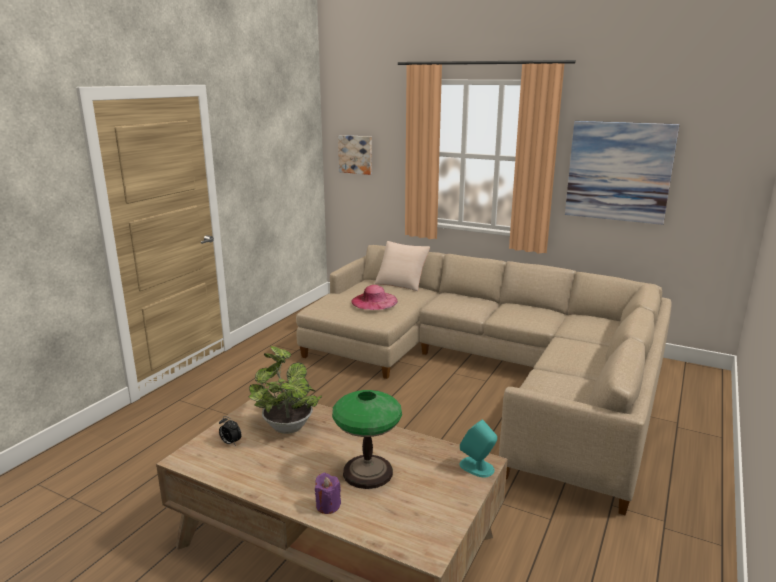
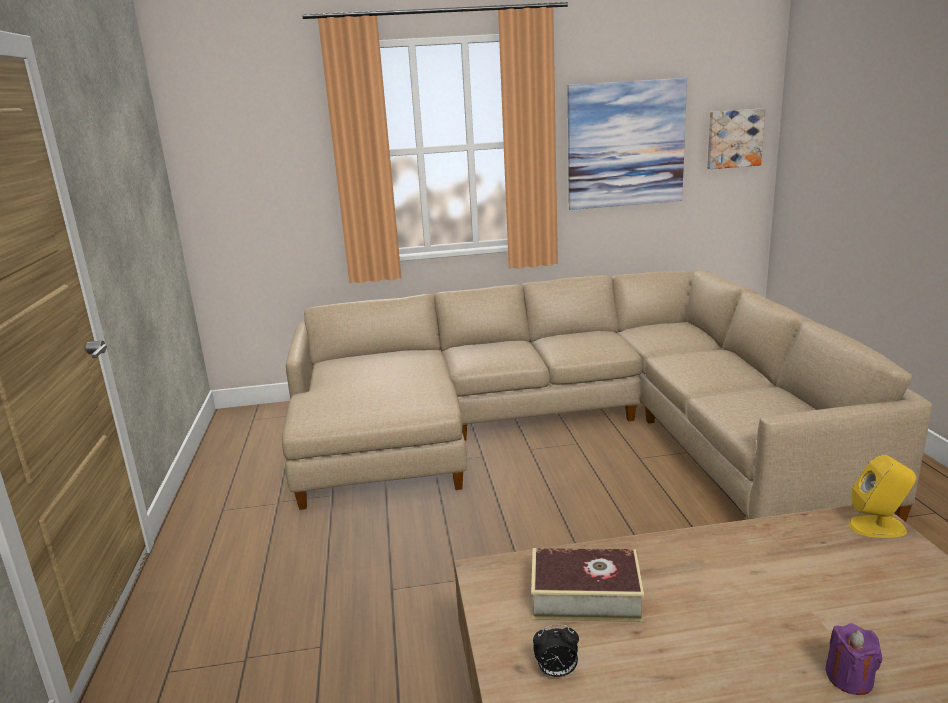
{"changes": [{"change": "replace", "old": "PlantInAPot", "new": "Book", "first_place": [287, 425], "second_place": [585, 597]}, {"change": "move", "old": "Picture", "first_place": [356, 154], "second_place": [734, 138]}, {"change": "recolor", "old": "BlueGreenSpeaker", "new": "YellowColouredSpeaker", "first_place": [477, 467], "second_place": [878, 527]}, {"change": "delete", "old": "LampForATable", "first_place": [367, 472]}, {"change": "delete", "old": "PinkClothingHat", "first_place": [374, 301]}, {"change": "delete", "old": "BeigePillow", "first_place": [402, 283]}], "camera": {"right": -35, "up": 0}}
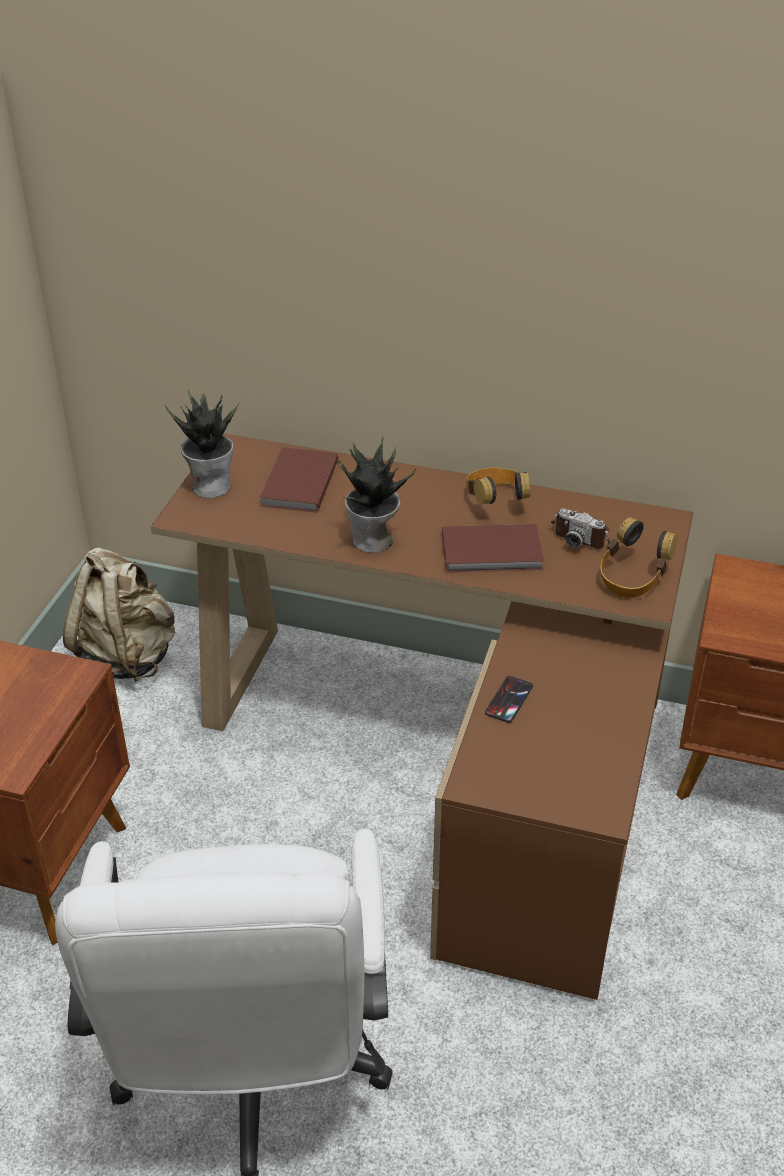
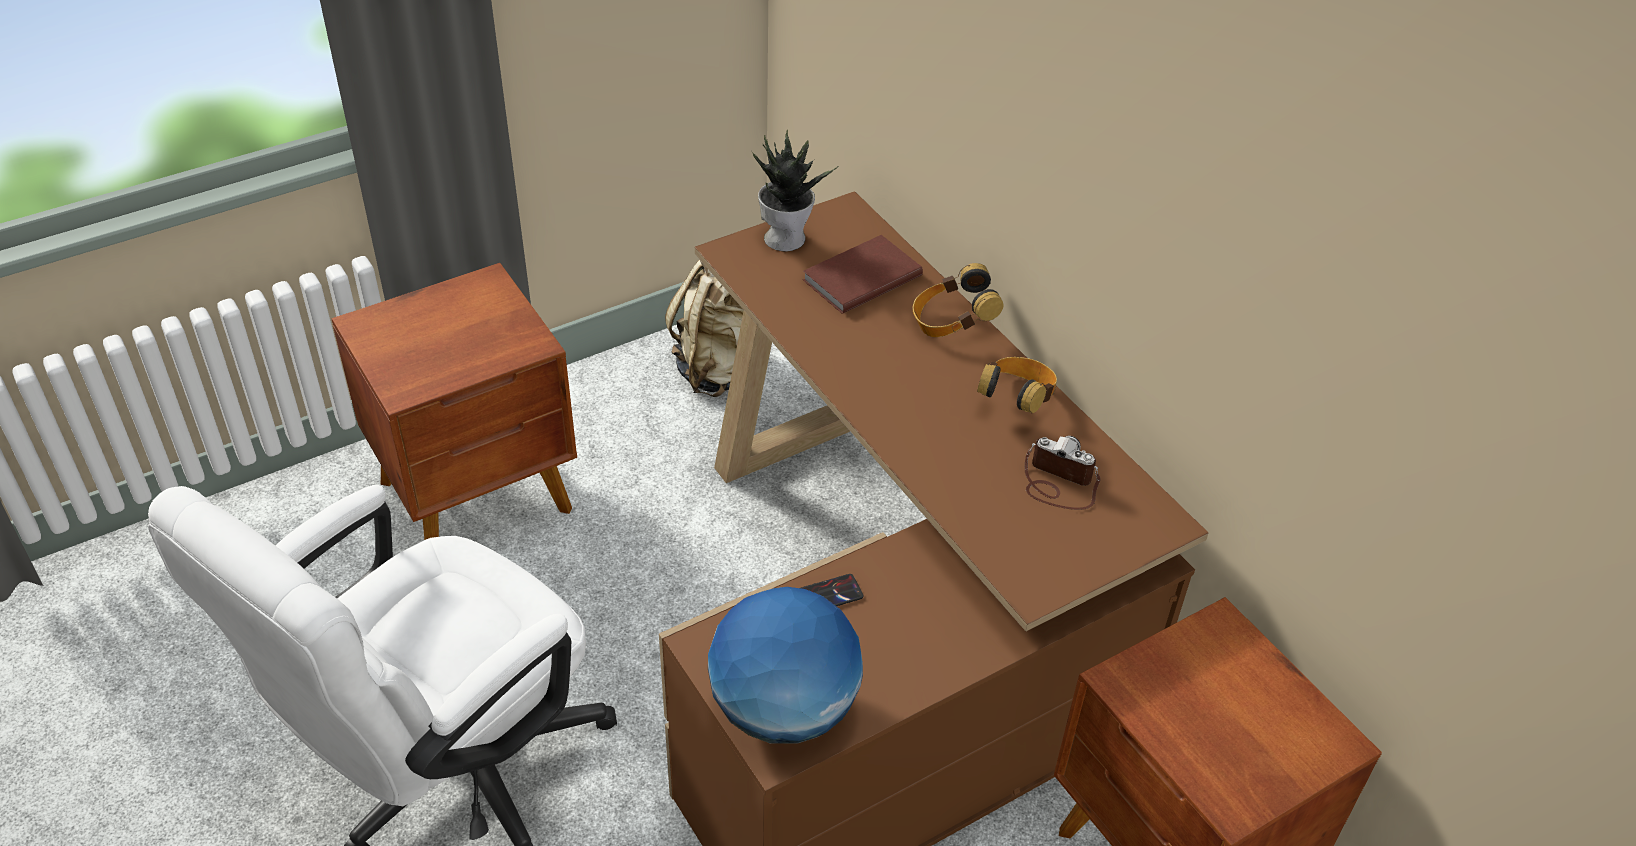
{"changes": [{"change": "insert", "new": "Globe", "second_place": [783, 710]}, {"change": "move", "old": "Headphones", "first_place": [632, 579], "second_place": [951, 323]}, {"change": "rotate", "old": "PhotoCamera", "first_place": [582, 534], "second_place": [1058, 483], "degrees": 135}, {"change": "delete", "old": "PlantInAPot", "first_place": [373, 541]}, {"change": "delete", "old": "BrownBook", "first_place": [493, 553]}], "camera": {"right": 40, "up": 5}}
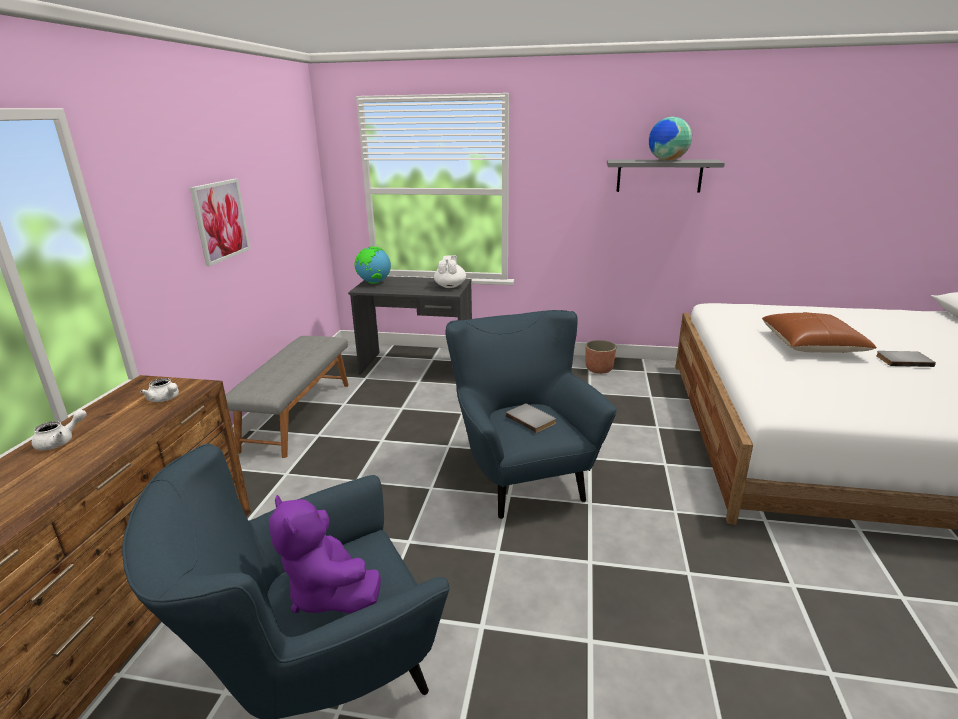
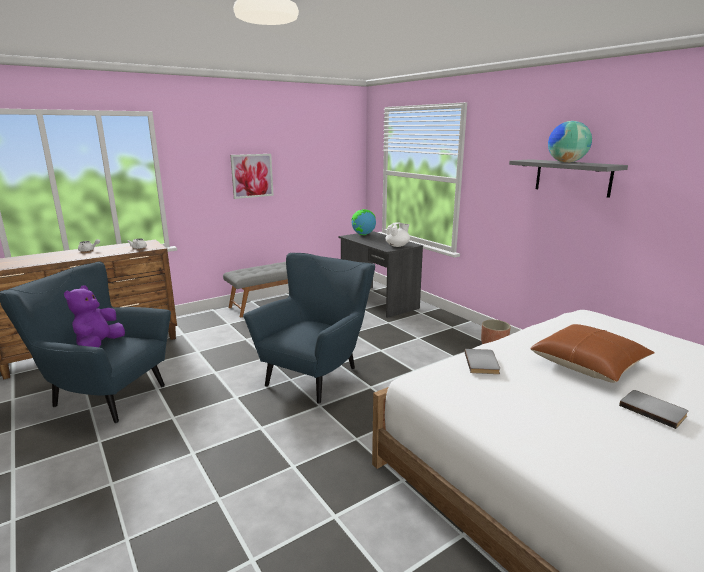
{"changes": [{"change": "move", "old": "GreyishBook", "first_place": [532, 419], "second_place": [483, 363]}], "camera": {"right": 45, "up": -5}}
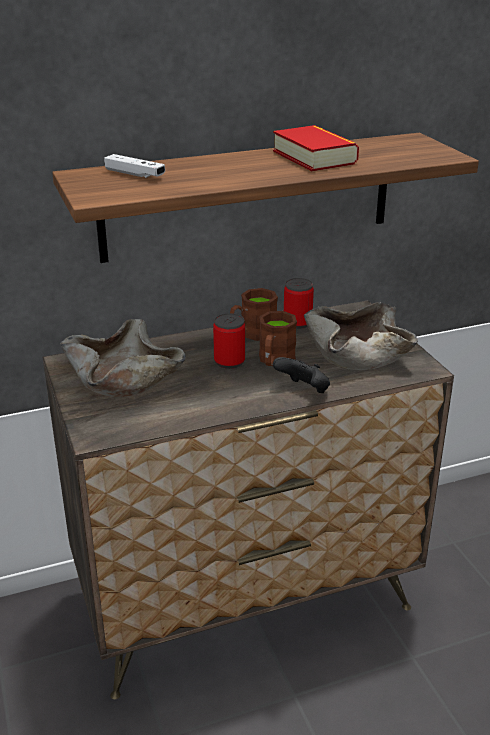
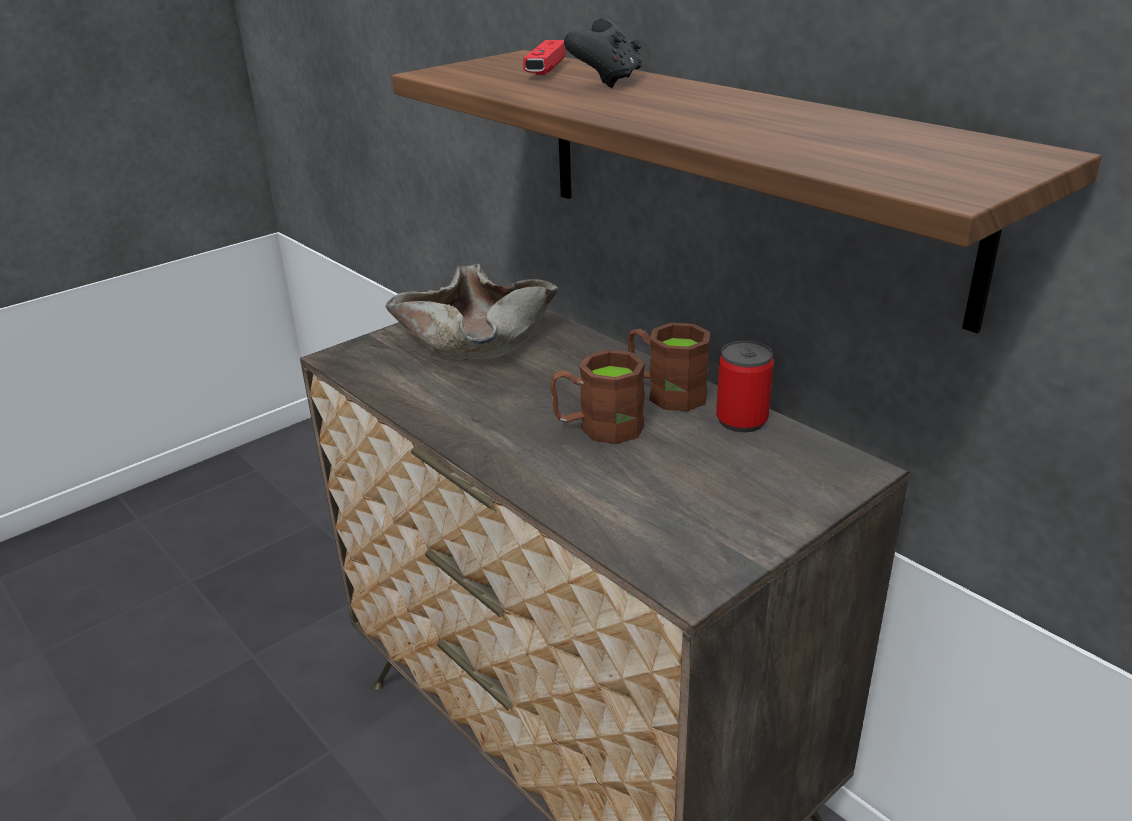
{"changes": [{"change": "recolor", "old": "WhitishJoypad", "new": "RedJoypad", "first_place": [135, 174], "second_place": [546, 69]}, {"change": "move", "old": "BlackishJoypad", "first_place": [303, 390], "second_place": [607, 82]}, {"change": "delete", "old": "SealedCan", "first_place": [229, 361]}, {"change": "delete", "old": "Book", "first_place": [314, 157]}, {"change": "delete", "old": "BeigeDeepDish", "first_place": [356, 353]}], "camera": {"right": 70, "up": 0}}
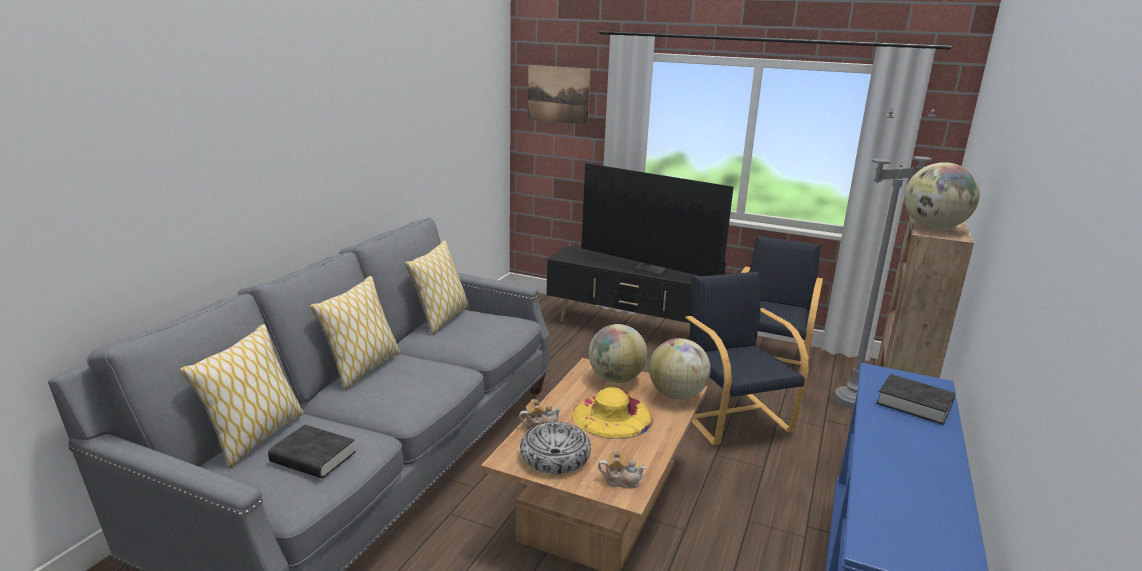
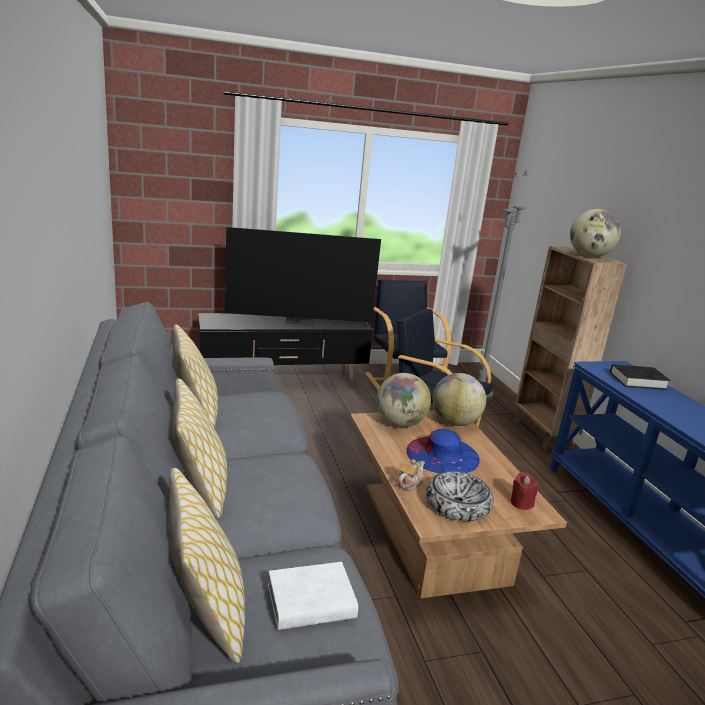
{"changes": [{"change": "recolor", "old": "BlackishBook", "new": "WhitishBook", "first_place": [313, 457], "second_place": [311, 602]}, {"change": "recolor", "old": "YellowColouredClothingHat", "new": "BluishClothingHat", "first_place": [612, 416], "second_place": [442, 454]}, {"change": "replace", "old": "Teapot", "new": "RedCandle", "first_place": [621, 480], "second_place": [521, 503]}, {"change": "delete", "old": "Picture", "first_place": [558, 94]}], "camera": {"right": -40, "up": 0}}
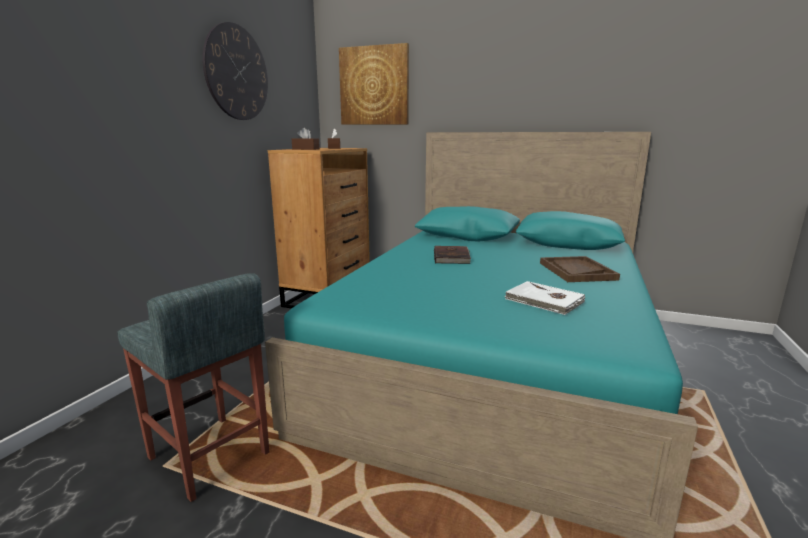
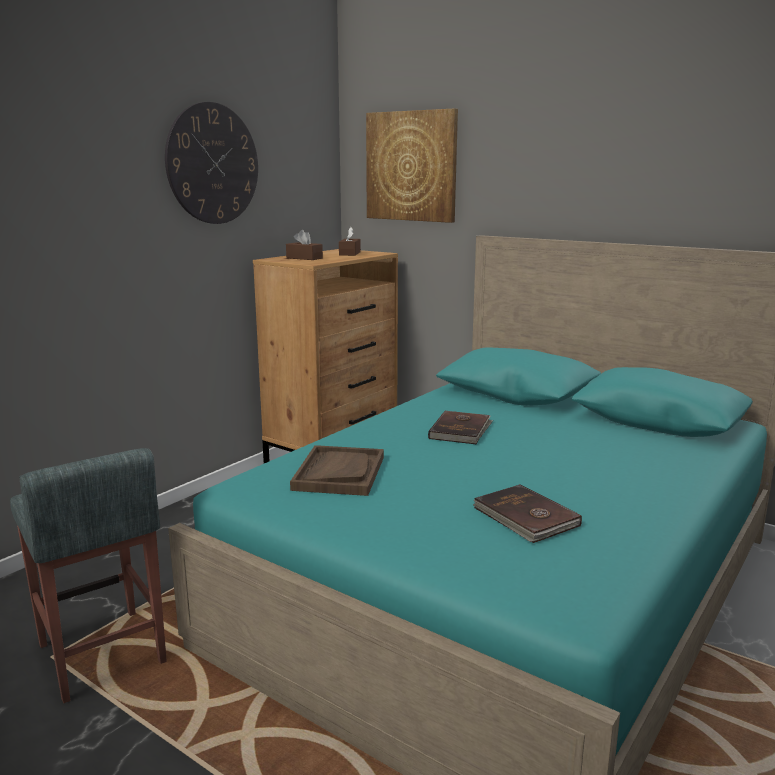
{"changes": [{"change": "move", "old": "BrownServingTray", "first_place": [576, 271], "second_place": [339, 473]}, {"change": "recolor", "old": "WhitishBook", "new": "BrownBook", "first_place": [544, 301], "second_place": [525, 517]}], "camera": {"right": 15, "up": 0}}
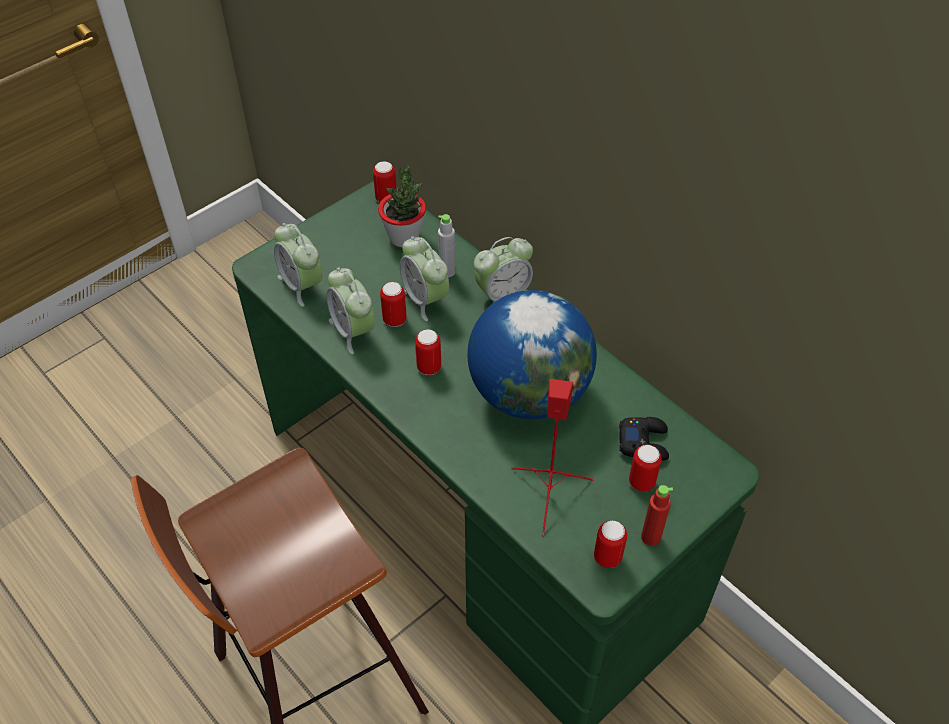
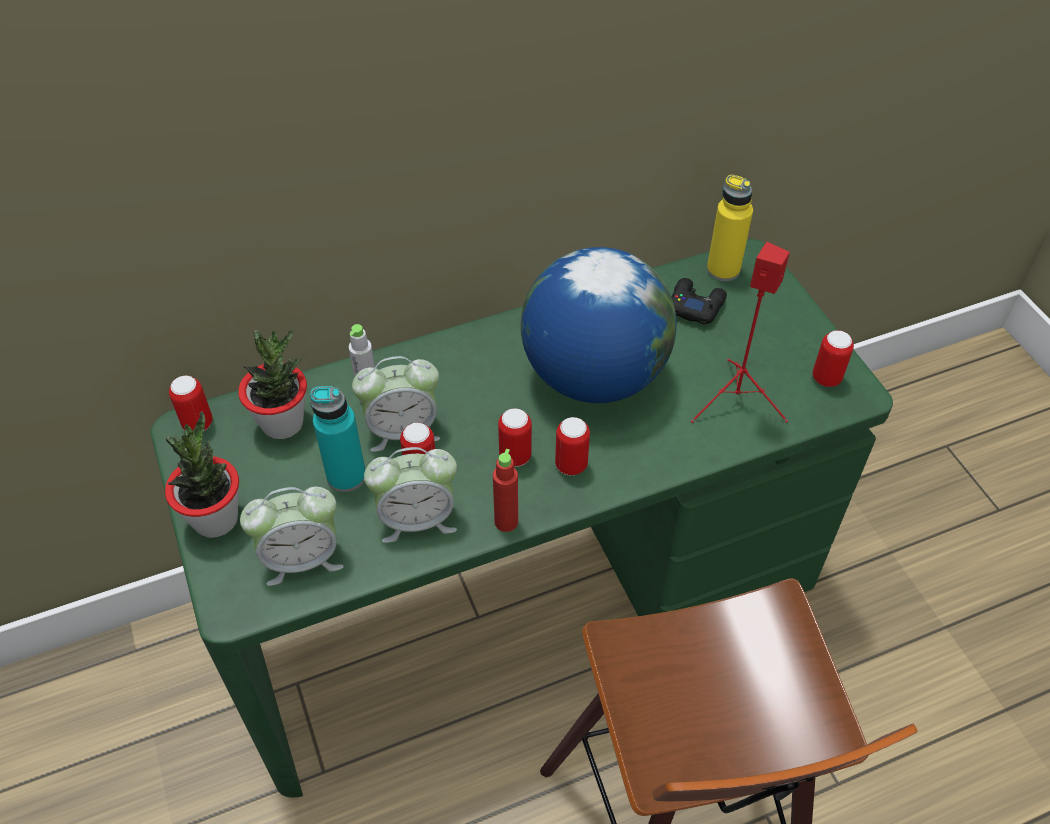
{"changes": [{"change": "insert", "new": "PlantInAPot", "second_place": [216, 519]}, {"change": "insert", "new": "BlueGreenBeverageBottle", "second_place": [346, 476]}, {"change": "move", "old": "RedBeverageBottle", "first_place": [650, 537], "second_place": [506, 522]}, {"change": "move", "old": "SealedCan", "first_place": [641, 482], "second_place": [571, 465]}, {"change": "insert", "new": "YellowColouredBeverageBottle", "second_place": [723, 270]}, {"change": "delete", "old": "TableClock", "first_place": [503, 296]}], "camera": {"right": -70, "up": 0}}
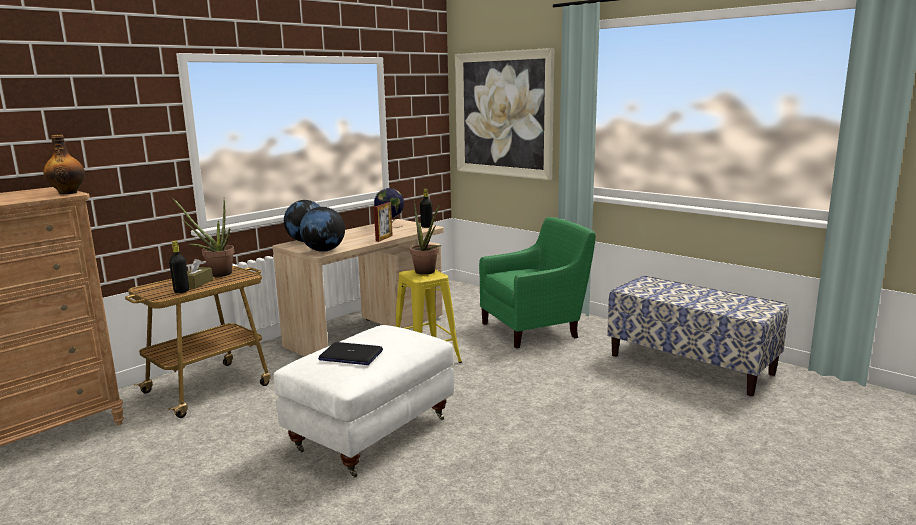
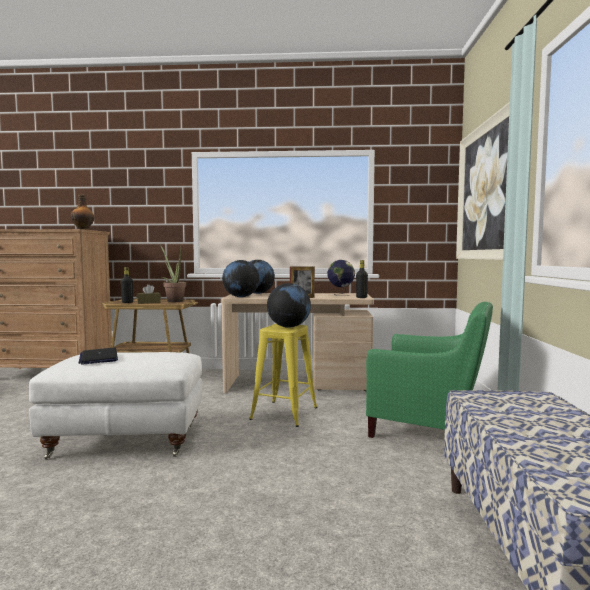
{"changes": [{"change": "replace", "old": "PlantInAPot", "new": "Globe", "first_place": [427, 273], "second_place": [289, 327]}], "camera": {"right": 50, "up": -10}}
